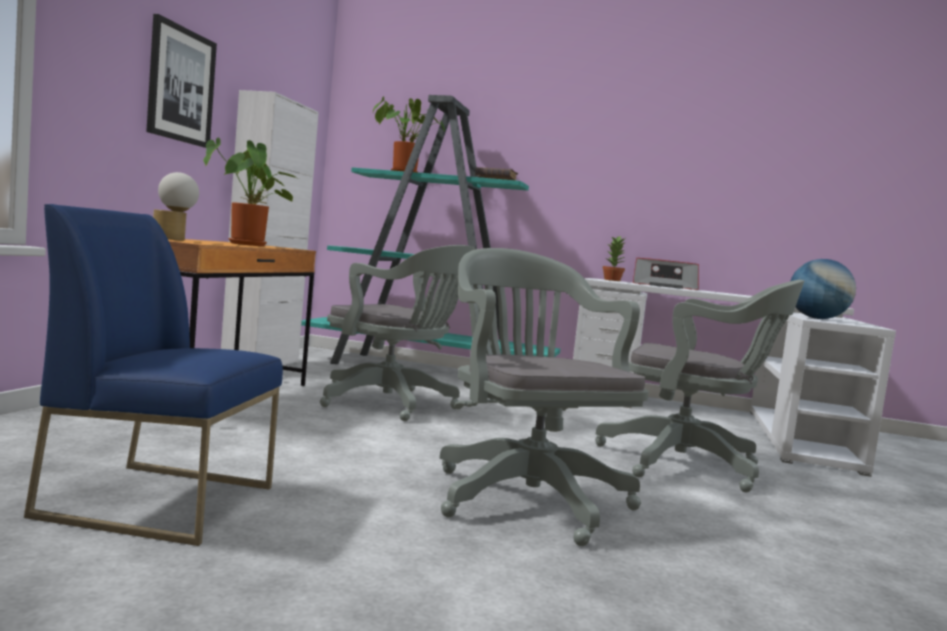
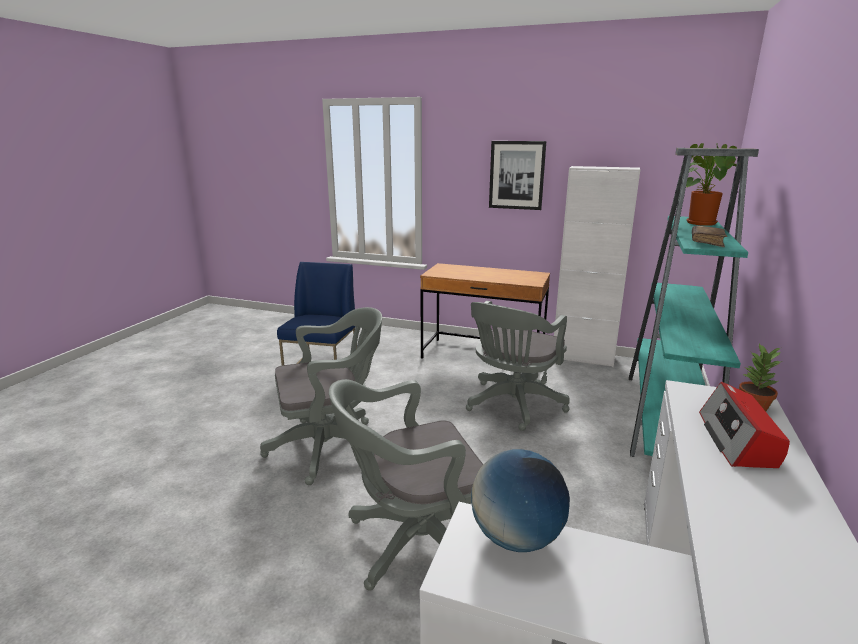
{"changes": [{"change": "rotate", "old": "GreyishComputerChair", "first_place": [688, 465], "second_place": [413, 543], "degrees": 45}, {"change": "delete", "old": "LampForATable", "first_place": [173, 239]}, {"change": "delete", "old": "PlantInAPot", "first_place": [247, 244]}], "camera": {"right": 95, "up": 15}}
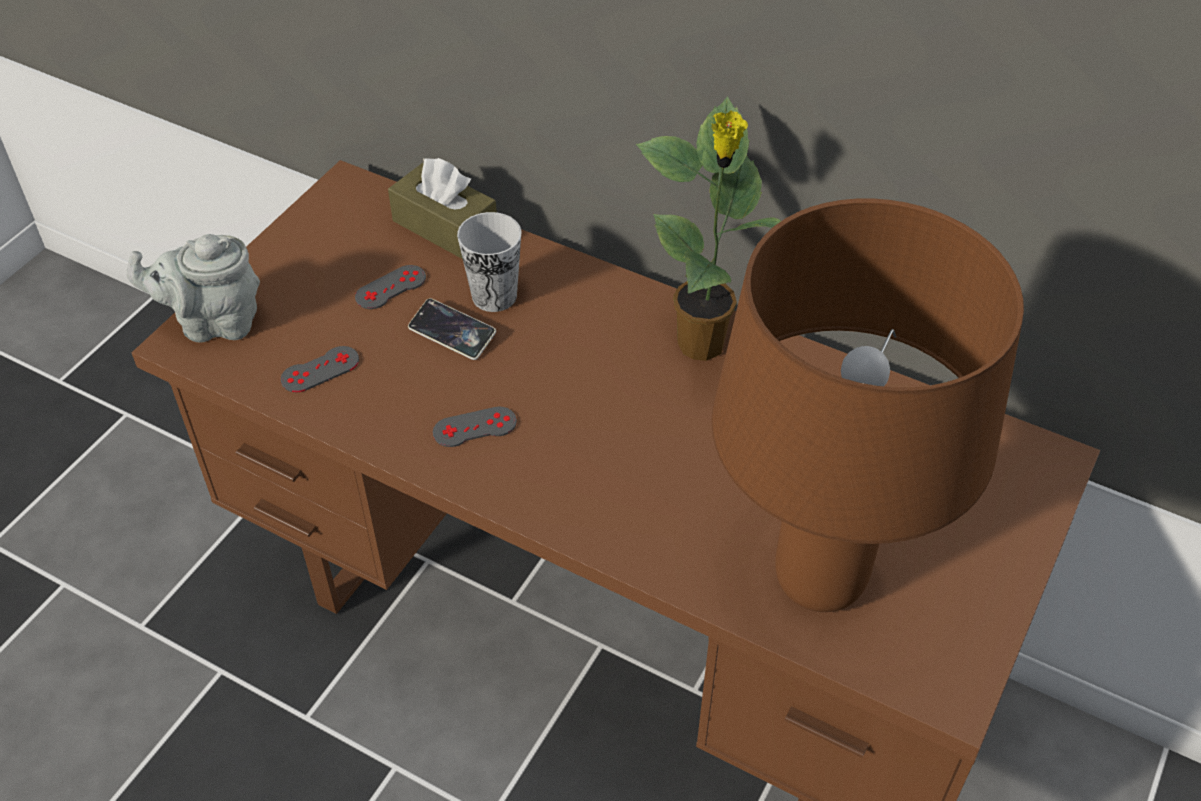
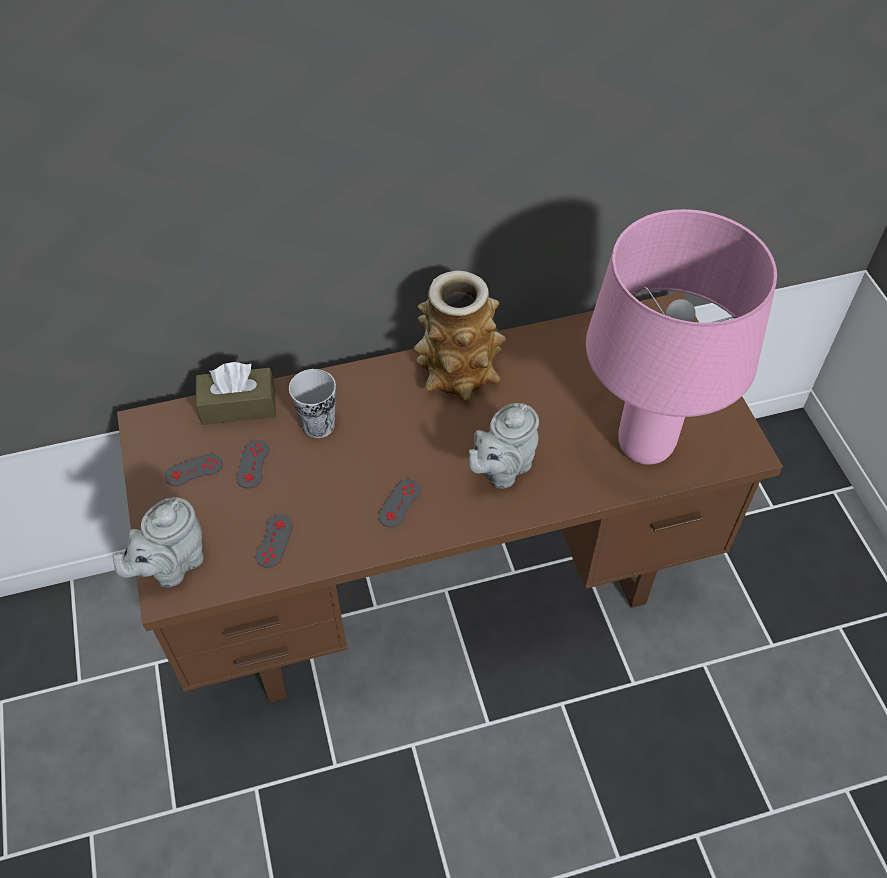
{"changes": [{"change": "insert", "new": "GreyishJoypad", "second_place": [194, 470]}, {"change": "replace", "old": "PlantInAPot", "new": "Vase", "first_place": [703, 346], "second_place": [459, 371]}, {"change": "insert", "new": "GreyishTeapot", "second_place": [502, 469]}, {"change": "recolor", "old": "BrownLampForATable", "new": "PinkLampForATable", "first_place": [821, 582], "second_place": [646, 446]}, {"change": "delete", "old": "Handset", "first_place": [452, 333]}], "camera": {"right": -45, "up": 5}}
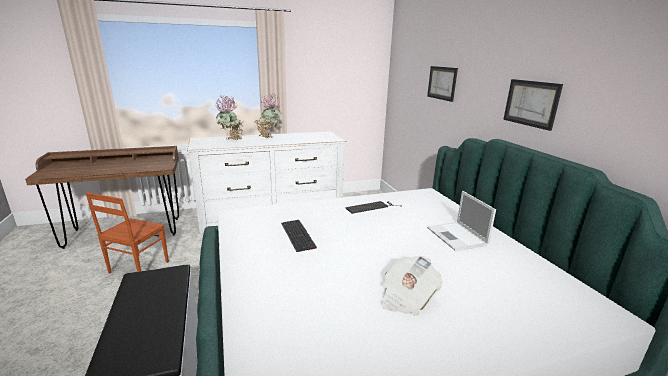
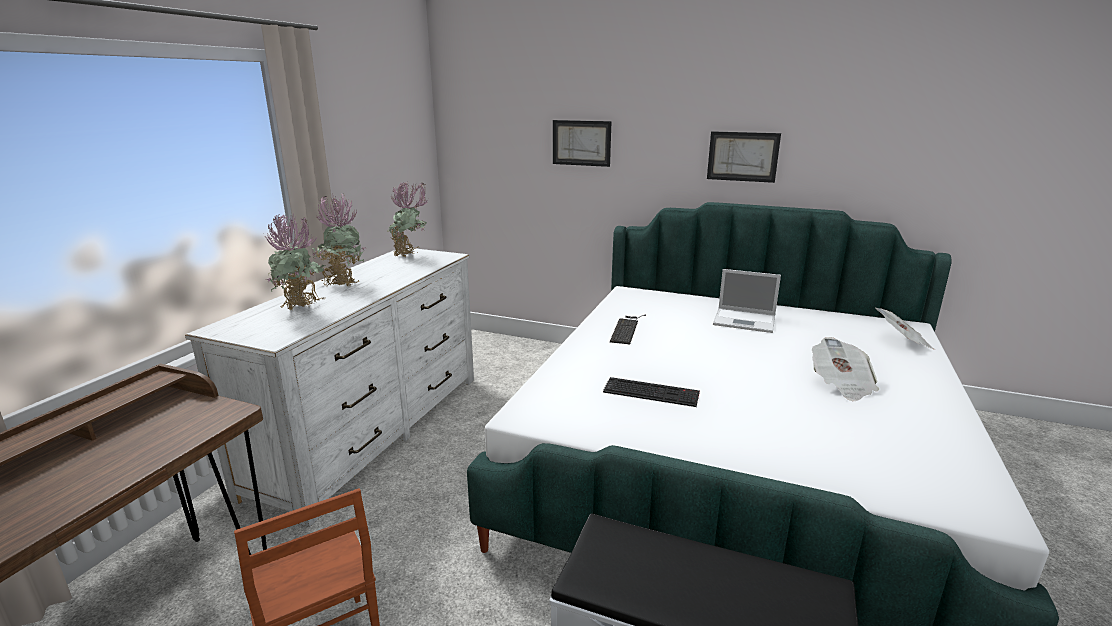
{"changes": [{"change": "insert", "new": "PlantInAPot", "second_place": [410, 255]}, {"change": "insert", "new": "Newspaper", "second_place": [901, 342]}], "camera": {"right": -50, "up": 0}}
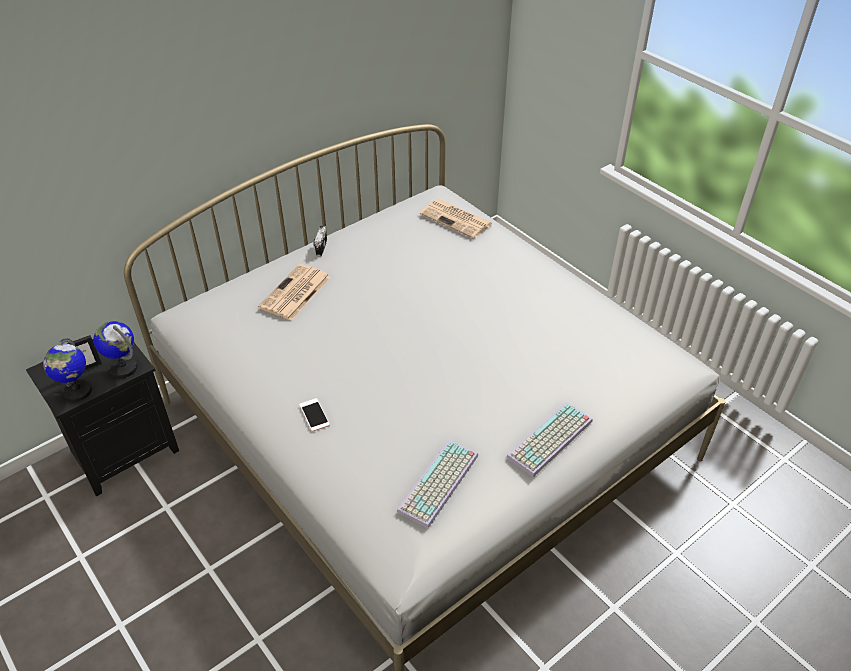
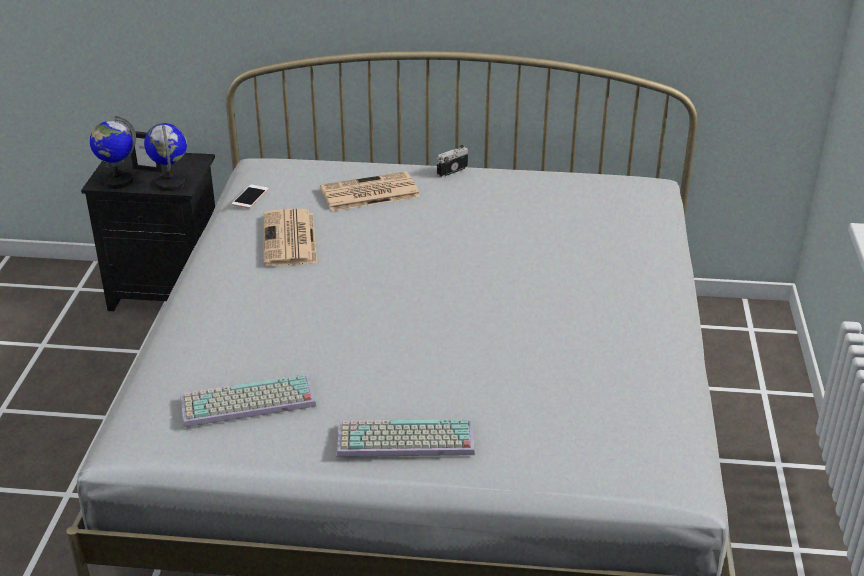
{"changes": [{"change": "move", "old": "Handset", "first_place": [314, 415], "second_place": [250, 197]}, {"change": "move", "old": "Newspaper", "first_place": [457, 219], "second_place": [290, 239]}], "camera": {"right": 45, "up": -10}}
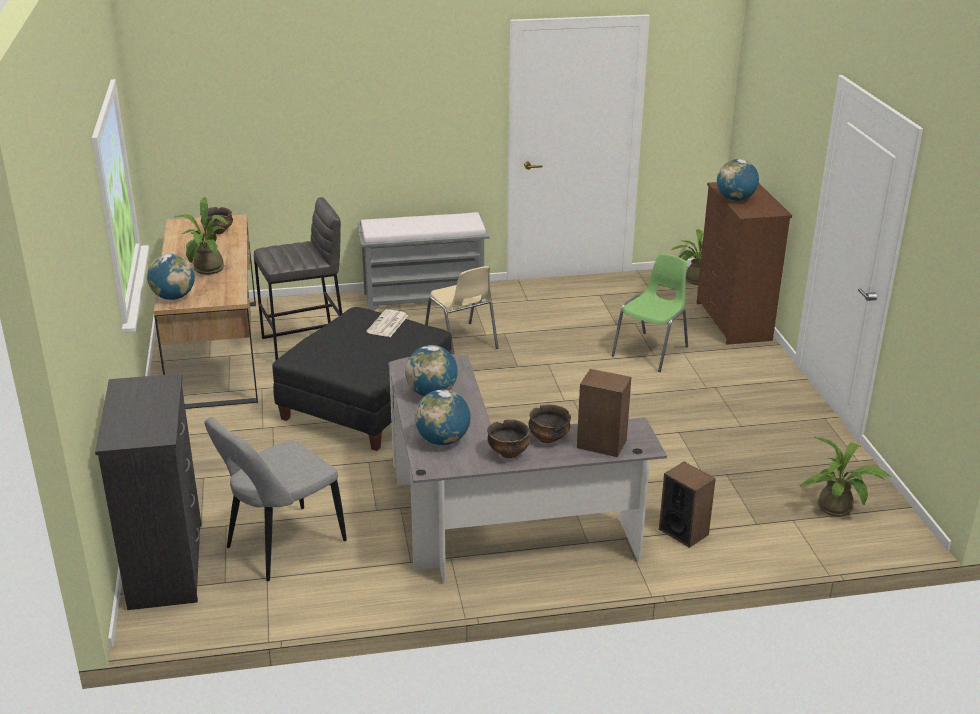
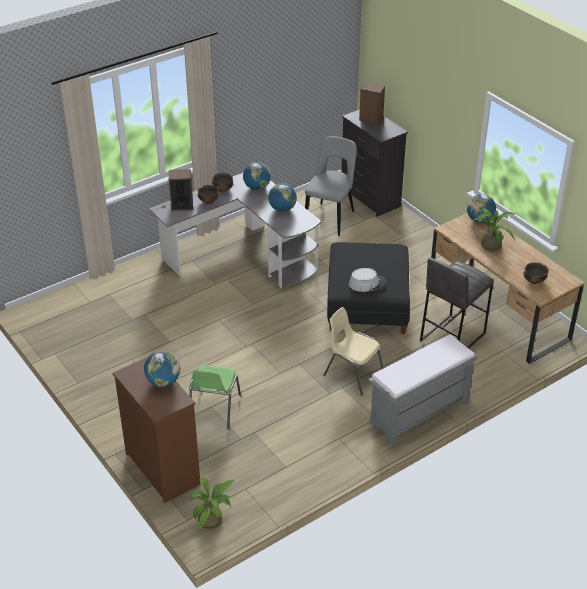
{"changes": [{"change": "replace", "old": "Newspaper", "new": "GreyishClothingHat", "first_place": [387, 324], "second_place": [367, 283]}, {"change": "move", "old": "Speaker", "first_place": [683, 531], "second_place": [371, 119]}, {"change": "delete", "old": "PlantInAPot", "first_place": [839, 510]}], "camera": {"right": 155, "up": 10}}
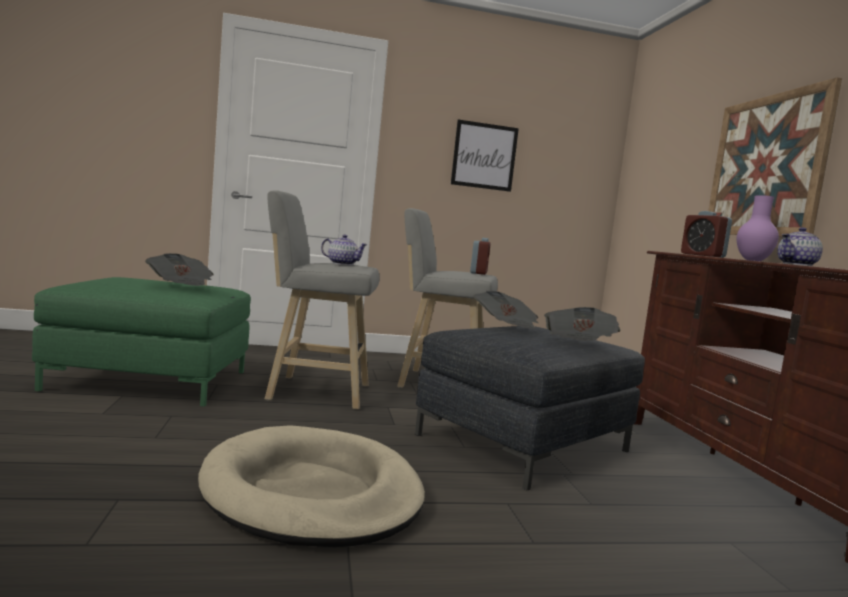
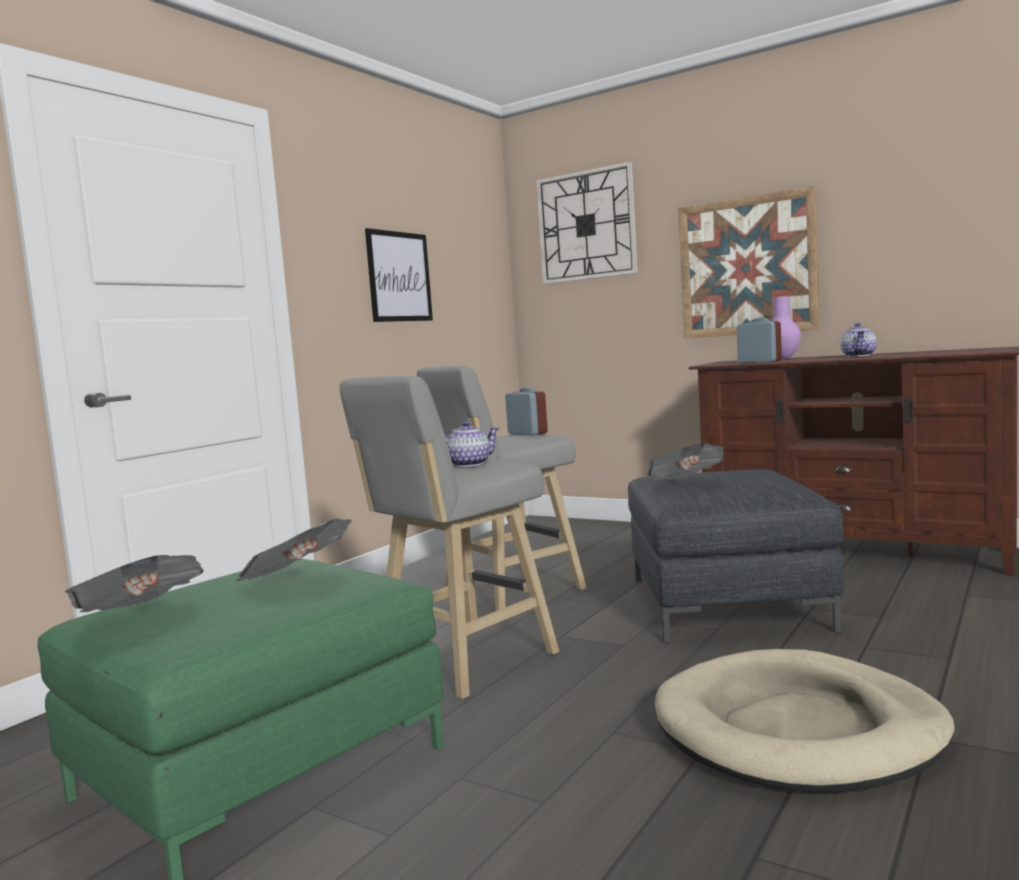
{"changes": [{"change": "move", "old": "Newspaper", "first_place": [578, 346], "second_place": [141, 619]}, {"change": "insert", "new": "WallClock", "second_place": [586, 225]}, {"change": "rotate", "old": "TableClock", "first_place": [702, 255], "second_place": [759, 361], "degrees": -150}], "camera": {"right": -45, "up": 0}}
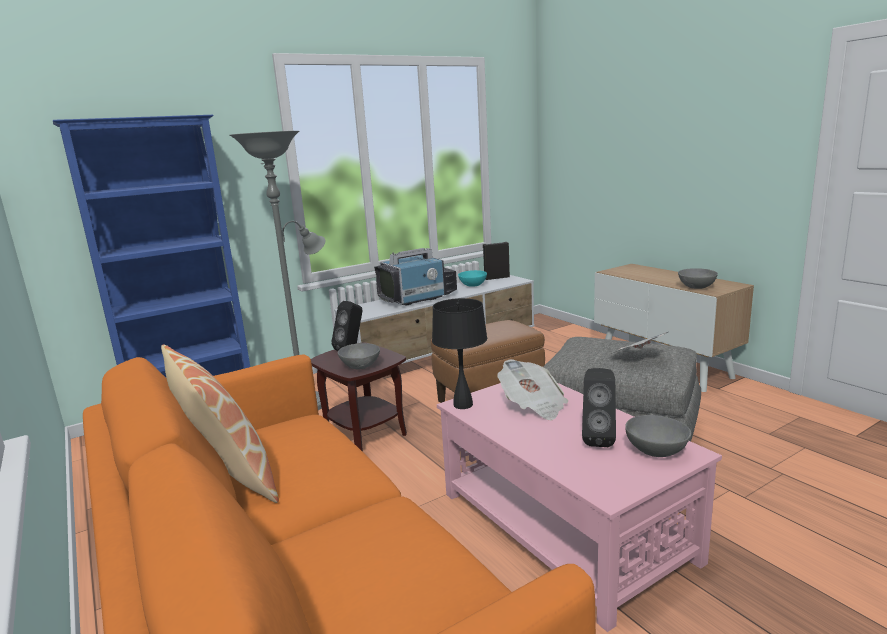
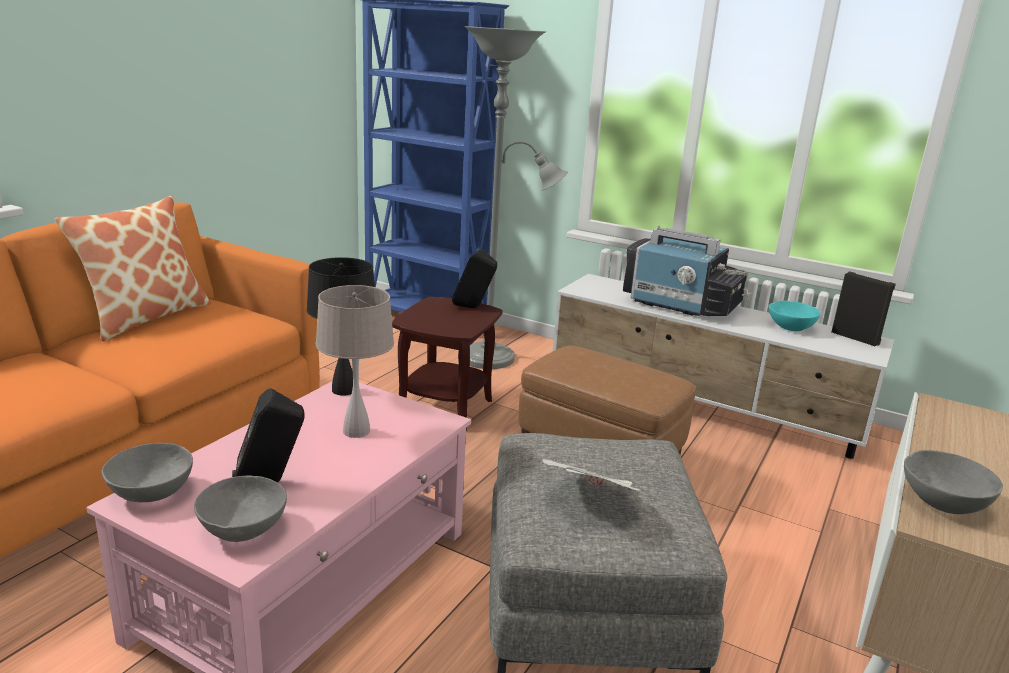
{"changes": [{"change": "move", "old": "GreyishDeepDish", "first_place": [360, 366], "second_place": [152, 493]}, {"change": "replace", "old": "Newspaper", "new": "BeigeLampForATable", "first_place": [533, 406], "second_place": [356, 431]}], "camera": {"right": 60, "up": 5}}
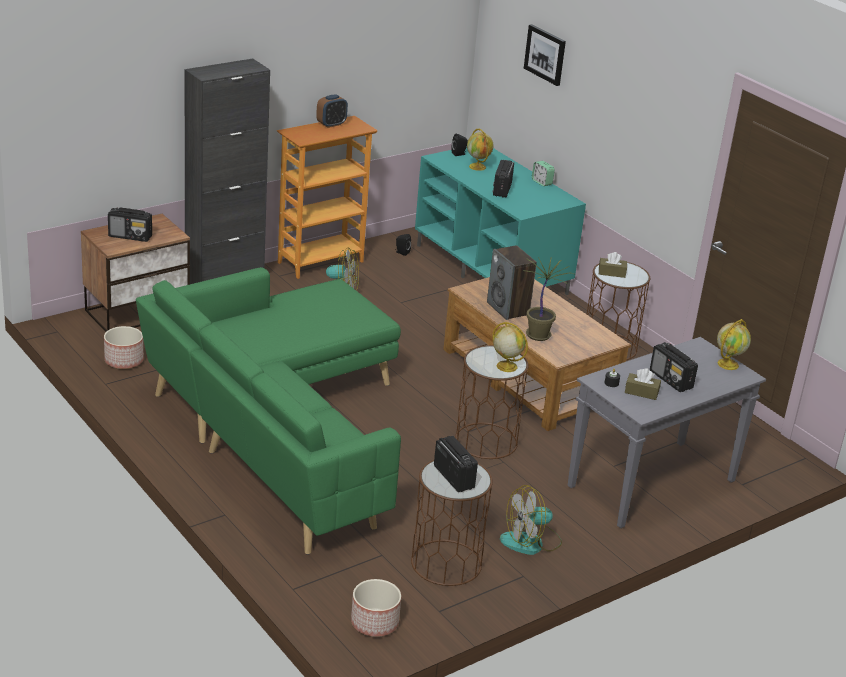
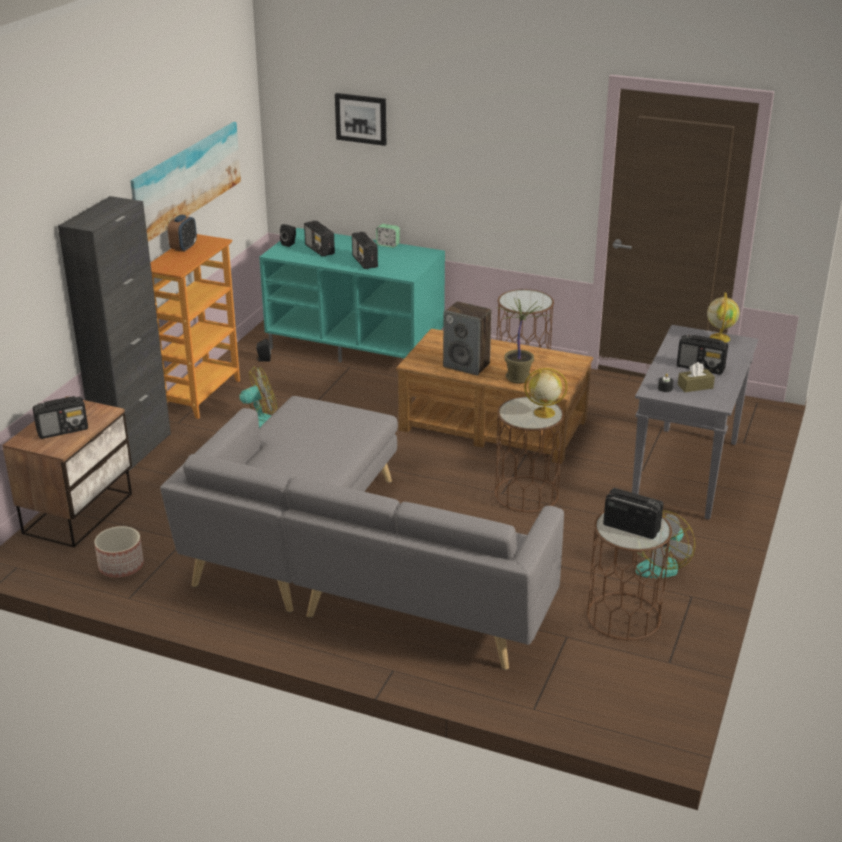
{"changes": [{"change": "insert", "new": "Picture", "second_place": [185, 180]}, {"change": "recolor", "old": "GreenCouch", "new": "GreyishCouch", "first_place": [277, 431], "second_place": [346, 567]}, {"change": "replace", "old": "Globe", "new": "Radio", "first_place": [478, 167], "second_place": [320, 250]}, {"change": "delete", "old": "FlowerPot", "first_place": [375, 623]}, {"change": "delete", "old": "BrownBoxOfTissues", "first_place": [612, 273]}], "camera": {"right": -30, "up": 0}}
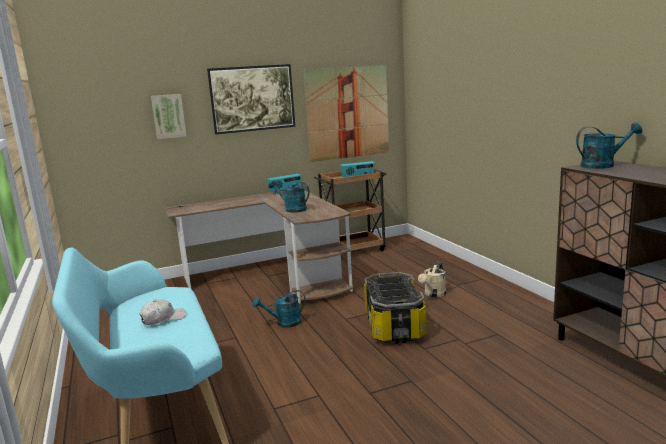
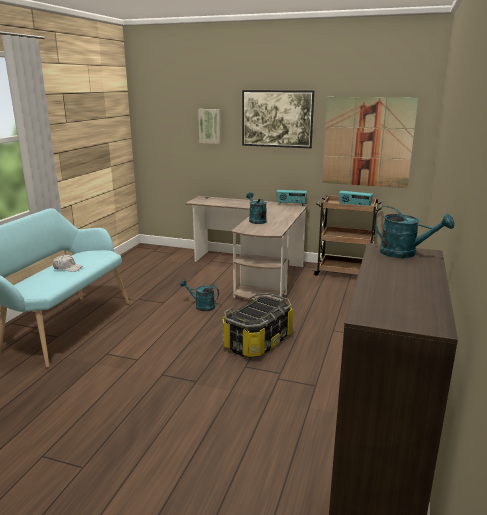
{"changes": [{"change": "delete", "old": "BeigeWateringCan", "first_place": [433, 294]}], "camera": {"right": 40, "up": 5}}
